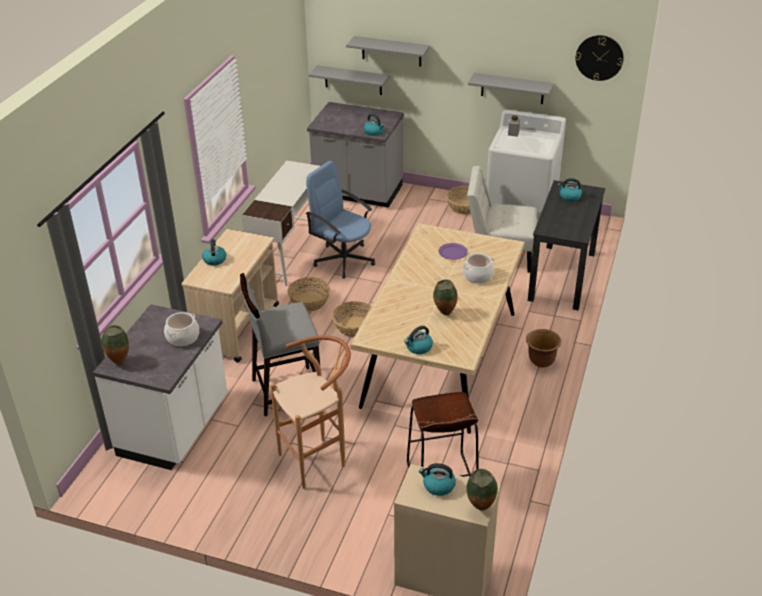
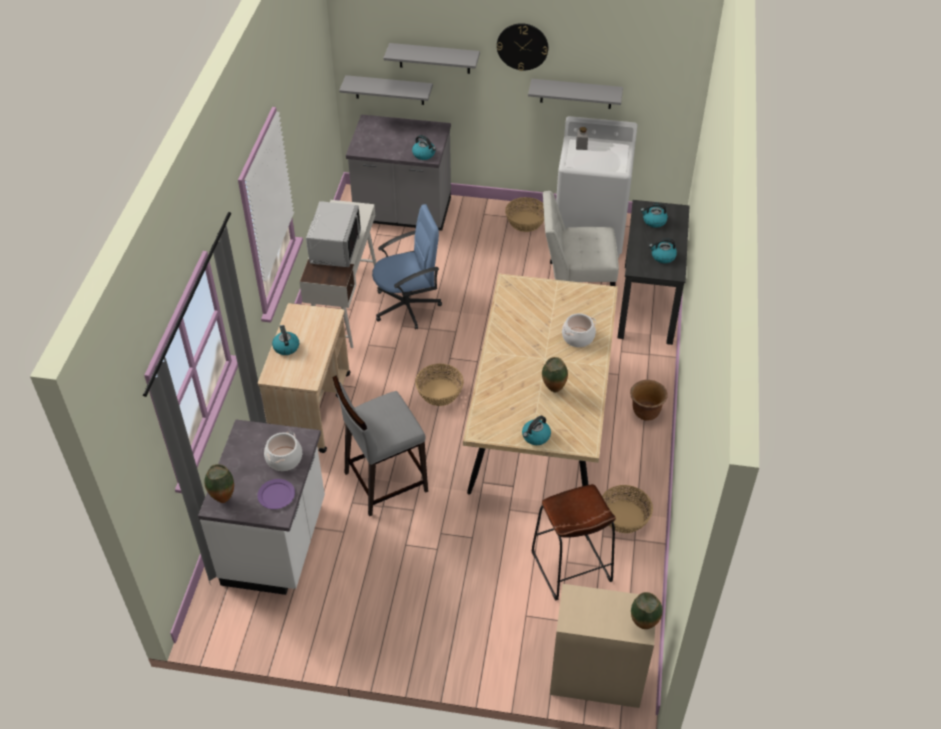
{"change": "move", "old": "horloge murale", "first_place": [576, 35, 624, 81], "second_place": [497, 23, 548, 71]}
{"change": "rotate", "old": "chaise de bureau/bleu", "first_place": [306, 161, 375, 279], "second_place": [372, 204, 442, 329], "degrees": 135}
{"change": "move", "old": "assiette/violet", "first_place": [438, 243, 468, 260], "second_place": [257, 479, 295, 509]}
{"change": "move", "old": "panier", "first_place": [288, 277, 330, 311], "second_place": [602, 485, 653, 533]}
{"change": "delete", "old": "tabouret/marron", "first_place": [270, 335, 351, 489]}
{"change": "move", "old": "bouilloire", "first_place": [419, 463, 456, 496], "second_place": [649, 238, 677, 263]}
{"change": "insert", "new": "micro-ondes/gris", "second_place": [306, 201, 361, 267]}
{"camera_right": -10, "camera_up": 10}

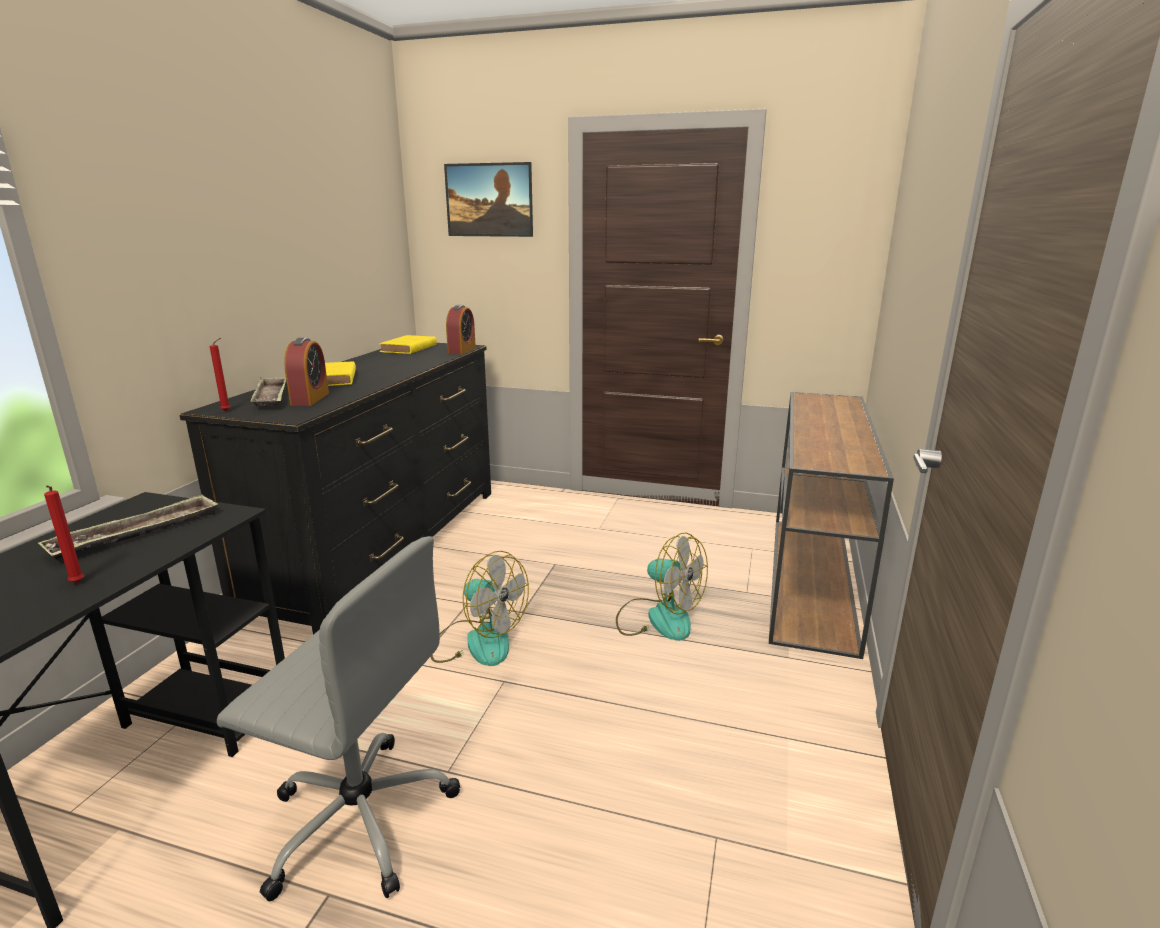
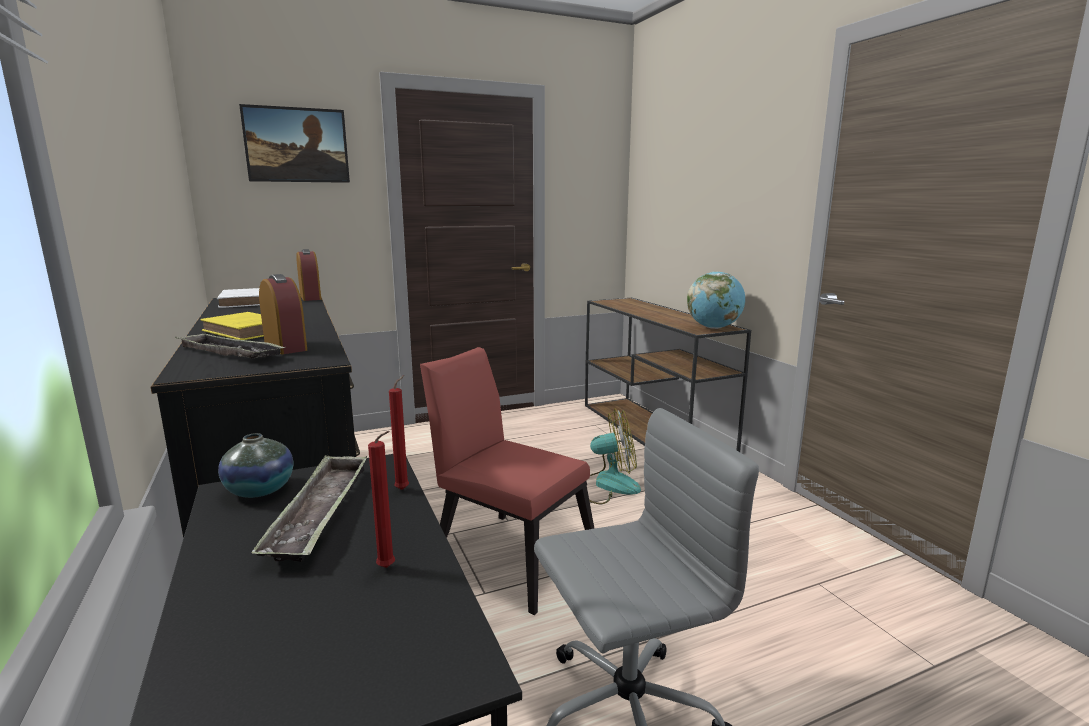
{"change": "recolor", "old": "livre/jaune", "new": "livre/blanc", "first_place": [379, 335, 437, 354], "second_place": [217, 288, 260, 308]}
{"change": "move", "old": "bougie/rouge", "first_place": [210, 338, 230, 411], "second_place": [389, 375, 409, 490]}
{"change": "replace", "old": "ventilateur", "new": "chaise/rouge", "first_place": [431, 551, 529, 666], "second_place": [420, 347, 595, 615]}
{"change": "insert", "new": "globe", "second_place": [687, 271, 745, 329]}
{"change": "insert", "new": "vase", "second_place": [218, 433, 293, 498]}
{"camera_right": -40, "camera_up": -5}

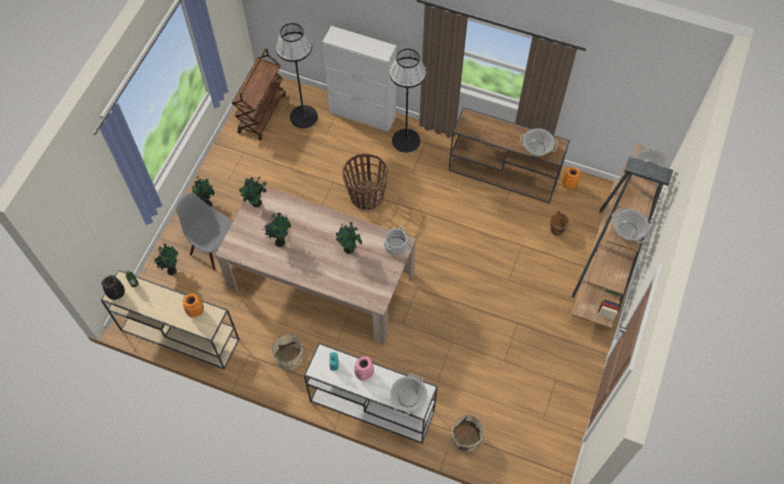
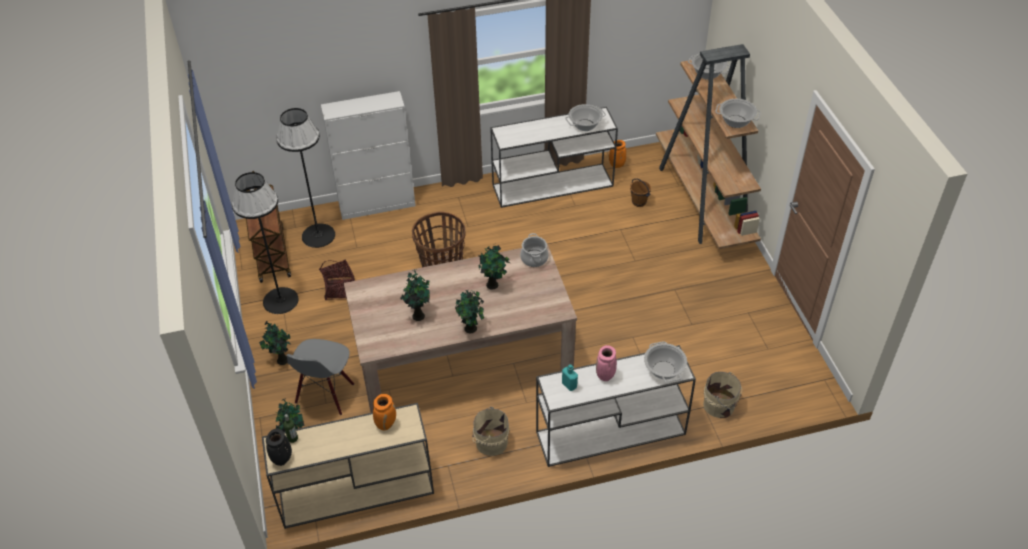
{"change": "move", "old": "lampadaire/noir", "first_place": [389, 49, 426, 153], "second_place": [232, 172, 299, 314]}
{"change": "recolor", "old": "table console/marron", "new": "table console/blanc", "first_place": [449, 107, 570, 204], "second_place": [490, 107, 618, 208]}
{"change": "move", "old": "plante en pot", "first_place": [239, 176, 267, 207], "second_place": [455, 290, 484, 333]}
{"change": "rotate", "old": "chaise/gris", "first_place": [176, 193, 232, 271], "second_place": [286, 339, 354, 415], "degrees": -75}
{"change": "insert", "new": "panier", "second_place": [319, 260, 355, 300]}
{"camera_right": -35, "camera_up": -15}

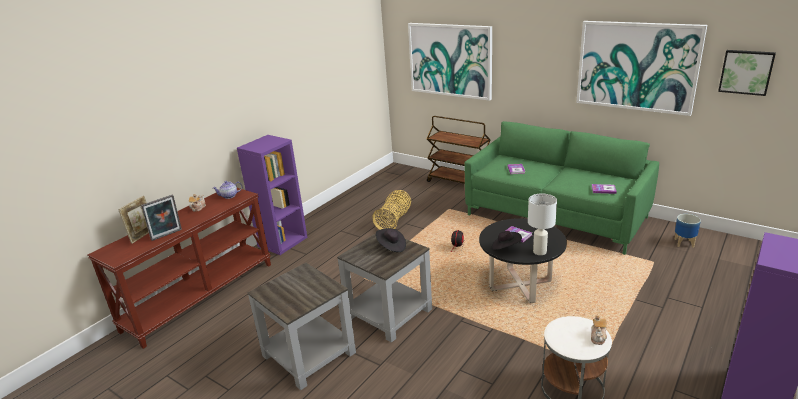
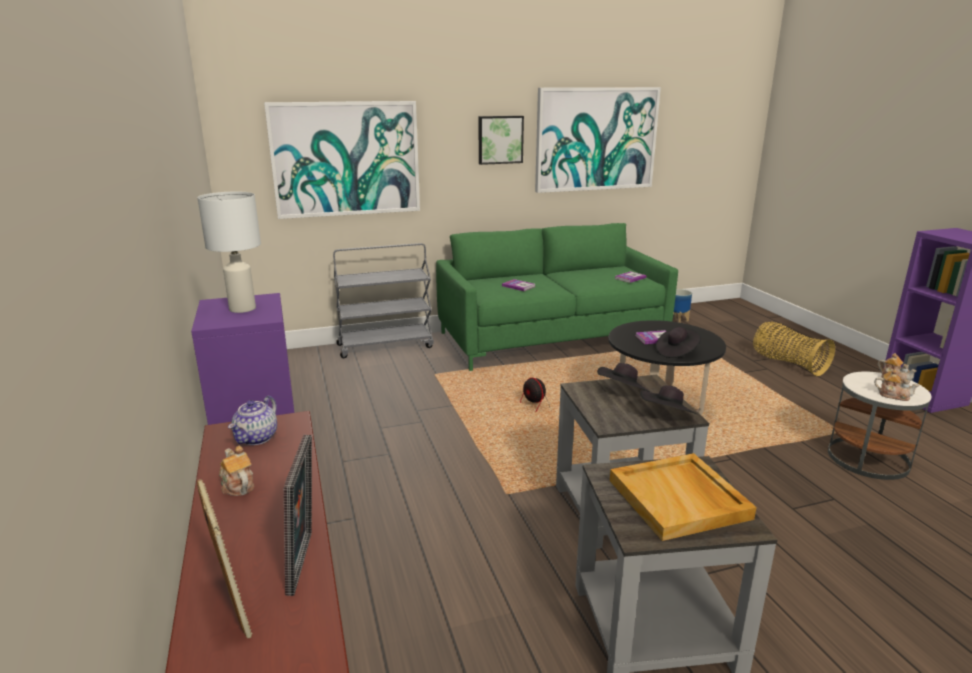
{"change": "move", "old": "tableau", "first_place": [718, 50, 776, 96], "second_place": [479, 116, 524, 165]}
{"change": "recolor", "old": "chariot/marron", "new": "chariot/gris", "first_place": [427, 116, 491, 184], "second_place": [333, 243, 434, 358]}
{"change": "move", "old": "panier", "first_place": [372, 190, 411, 230], "second_place": [753, 322, 835, 376]}
{"change": "move", "old": "lampe de table/blanc", "first_place": [528, 194, 557, 255], "second_place": [198, 191, 261, 313]}
{"change": "insert", "new": "théière", "second_place": [874, 369, 919, 401]}
{"change": "insert", "new": "chapeau/noir", "second_place": [640, 386, 697, 414]}
{"change": "insert", "new": "plateau/beige", "second_place": [610, 453, 757, 541]}
{"camera_right": -55, "camera_up": -5}

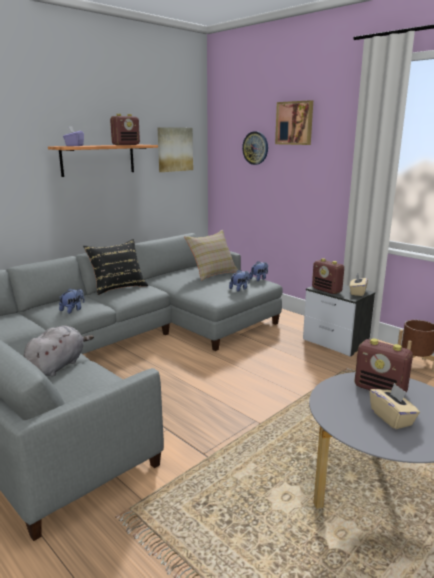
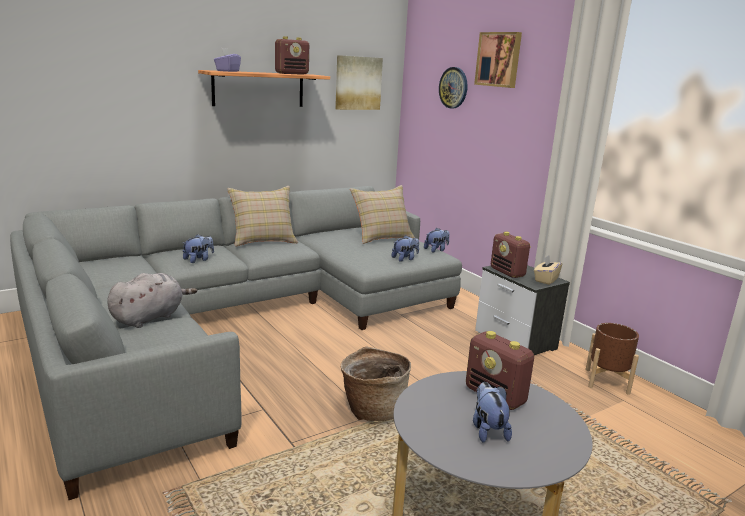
{"change": "recolor", "old": "coussin/noir", "new": "coussin/beige", "first_place": [83, 239, 148, 295], "second_place": [227, 186, 298, 247]}
{"change": "replace", "old": "boîte à mouchoirs/beige", "new": "peluche", "first_place": [370, 383, 420, 429], "second_place": [473, 382, 512, 443]}
{"change": "insert", "new": "panier", "second_place": [341, 346, 411, 421]}
{"camera_right": 10, "camera_up": 0}

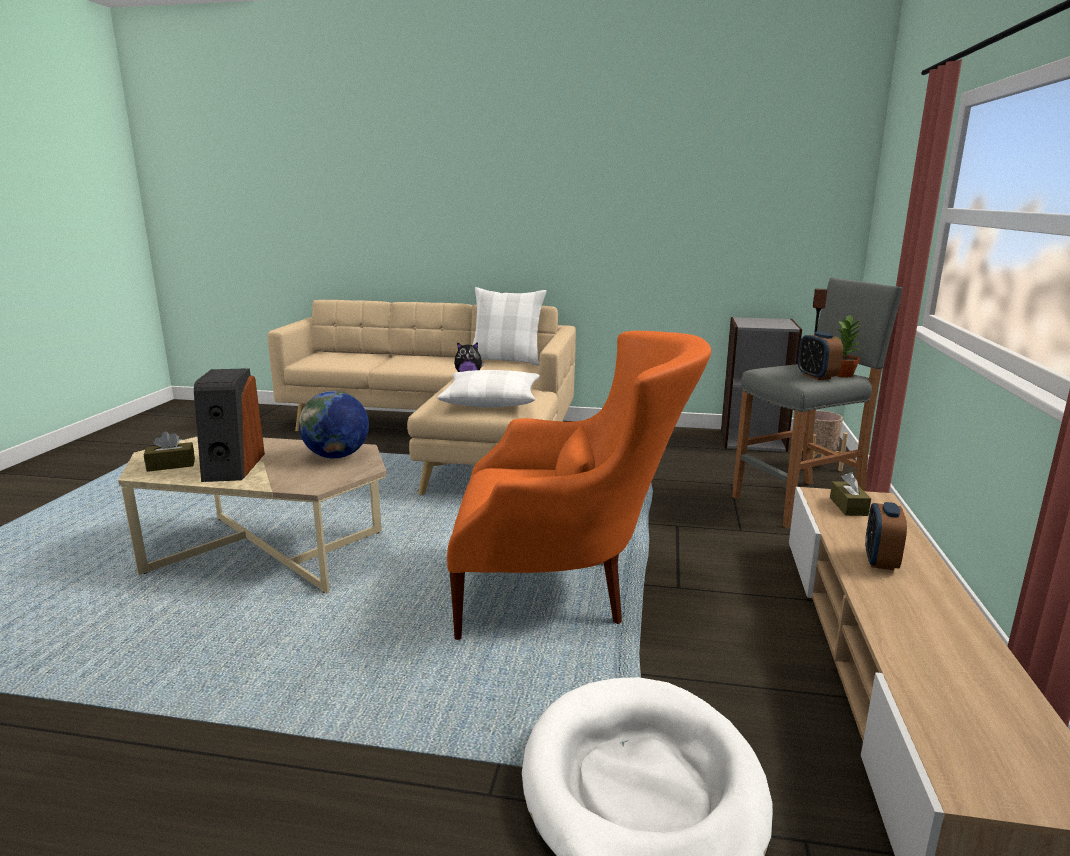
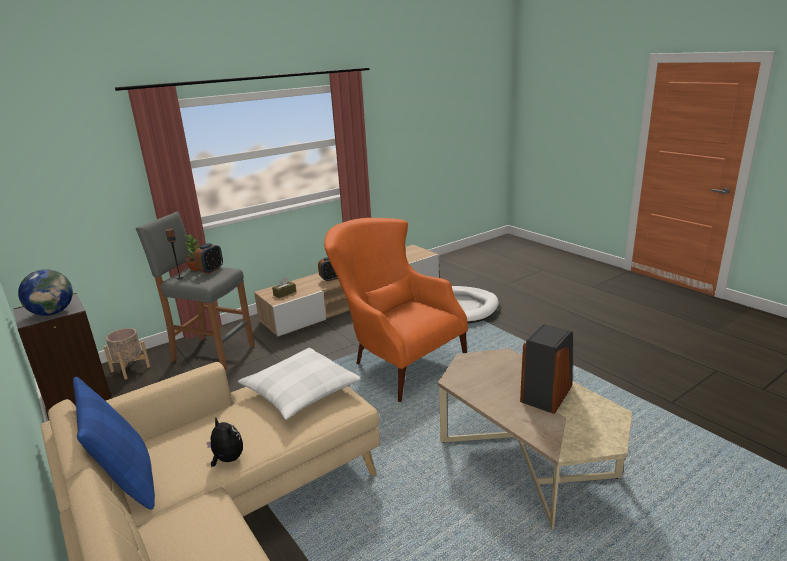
{"change": "recolor", "old": "coussin/blanc", "new": "coussin/bleu", "first_place": [472, 287, 547, 366], "second_place": [73, 377, 155, 510]}
{"change": "move", "old": "globe", "first_place": [299, 391, 369, 459], "second_place": [18, 269, 73, 316]}
{"change": "delete", "old": "boîte à mouchoirs/marron", "first_place": [144, 431, 195, 472]}
{"camera_right": -135, "camera_up": 5}

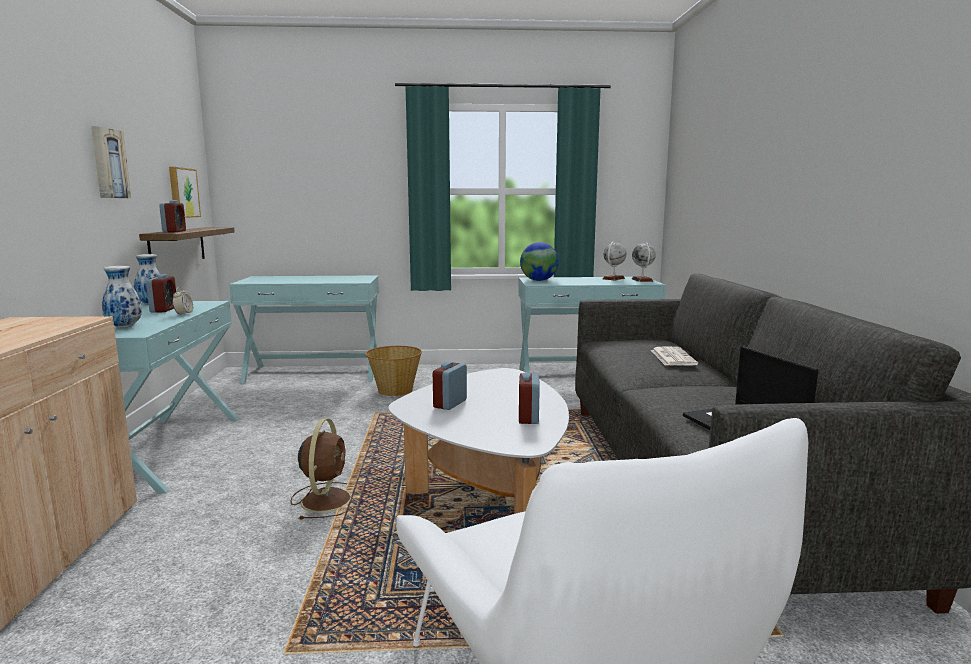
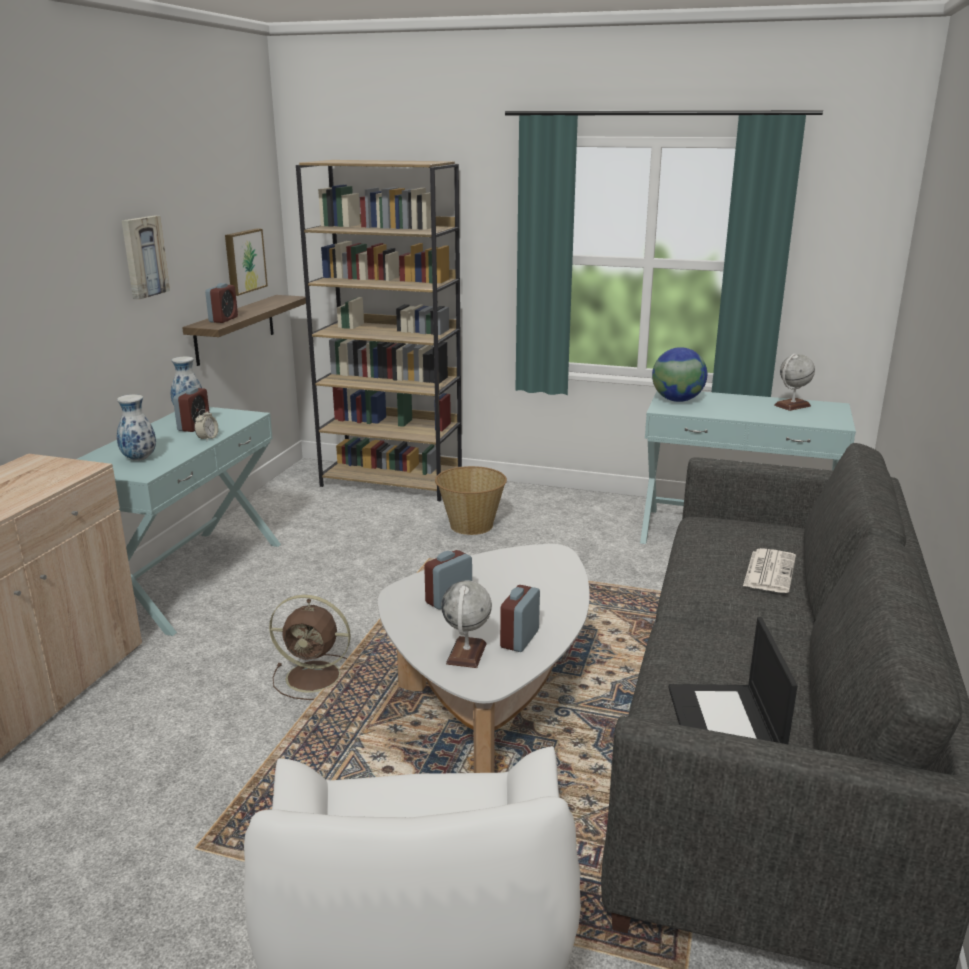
{"change": "move", "old": "globe", "first_place": [632, 242, 656, 282], "second_place": [441, 581, 492, 668]}
{"change": "replace", "old": "table console/turquoise", "new": "bibliothèque/marron", "first_place": [229, 276, 379, 383], "second_place": [296, 160, 462, 501]}
{"change": "rotate", "old": "ventilateur/marron", "first_place": [290, 419, 356, 519], "second_place": [269, 595, 356, 700], "degrees": 75}
{"camera_right": 20, "camera_up": 10}

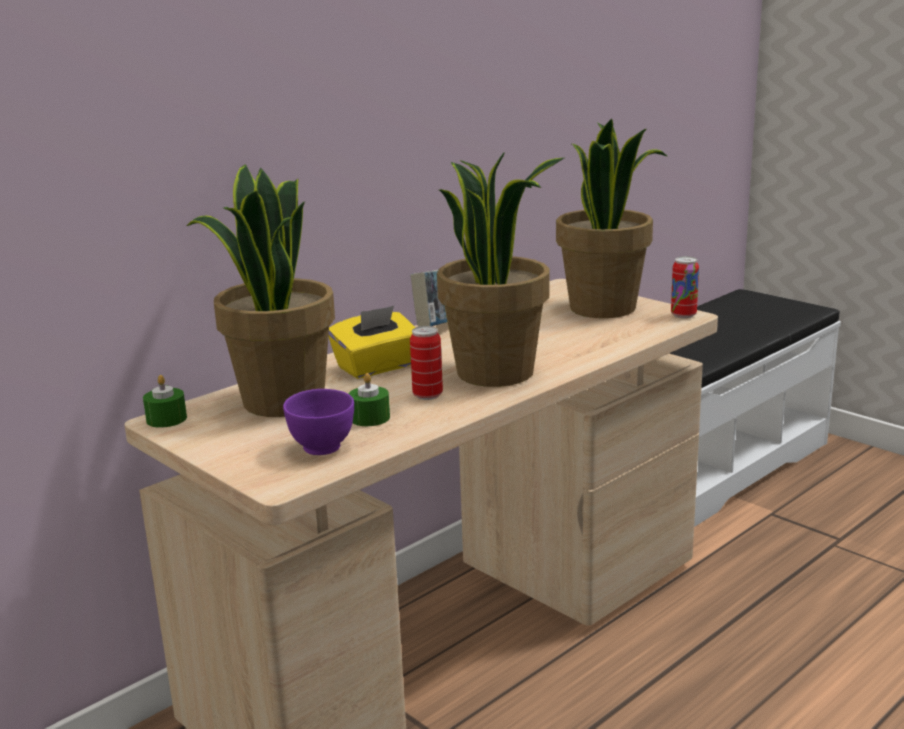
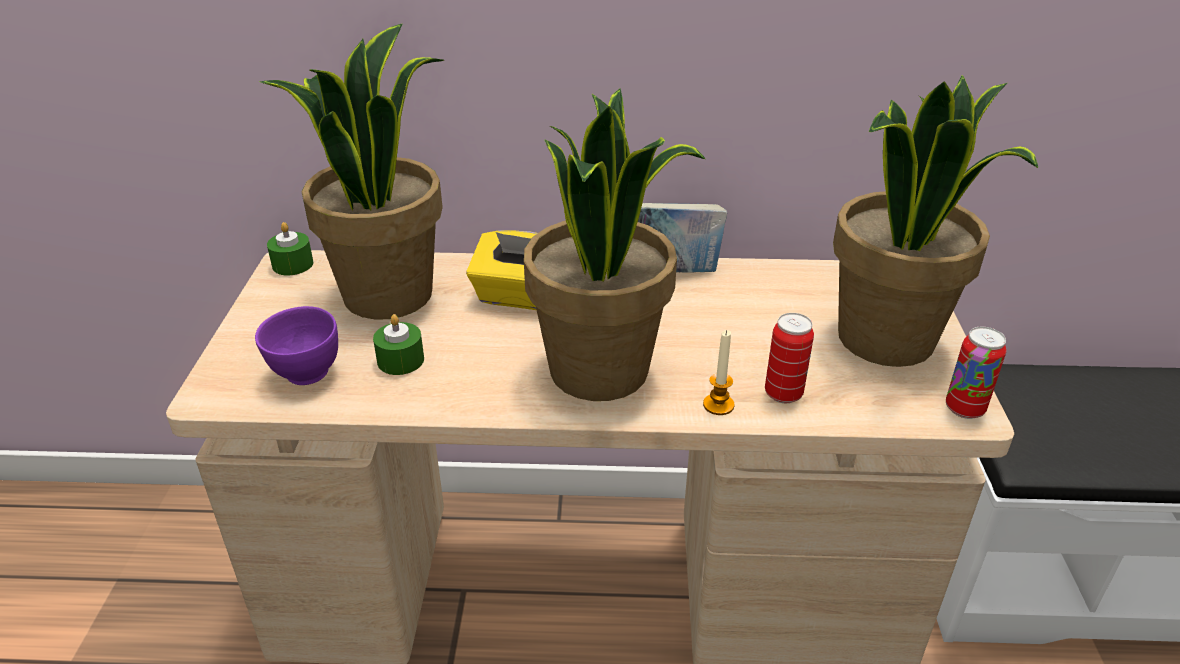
{"change": "move", "old": "boîte métallique", "first_place": [410, 326, 443, 400], "second_place": [765, 313, 814, 403]}
{"change": "insert", "new": "bougie", "second_place": [703, 330, 735, 415]}
{"camera_right": 45, "camera_up": 15}

